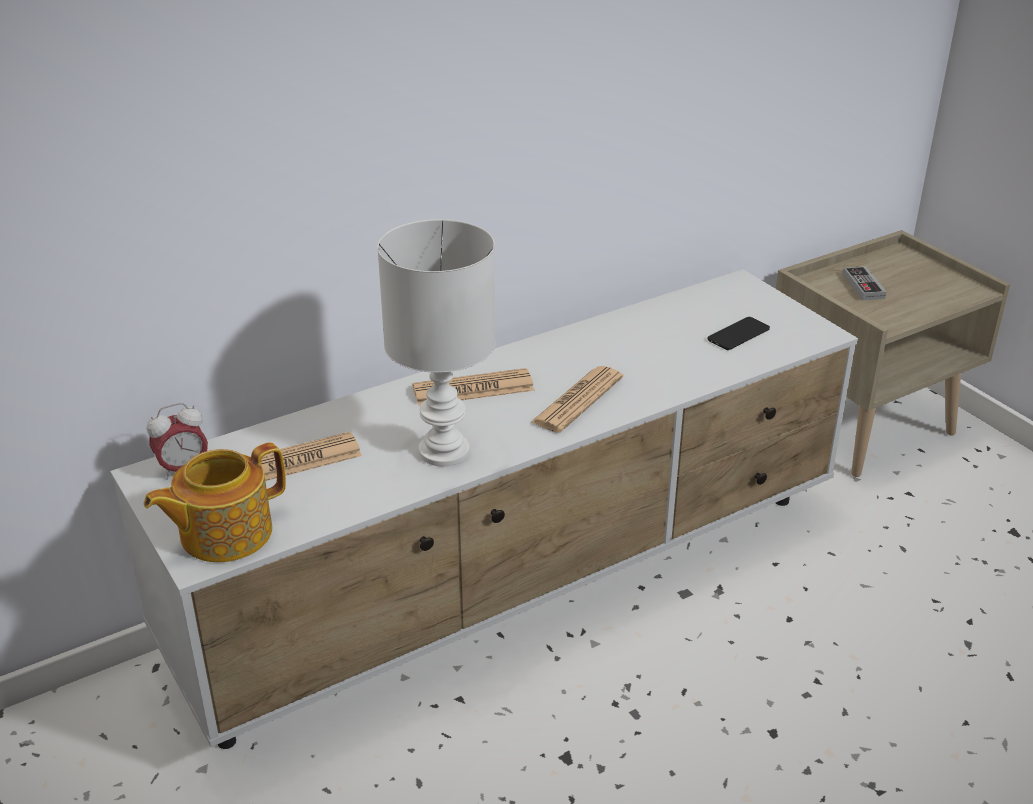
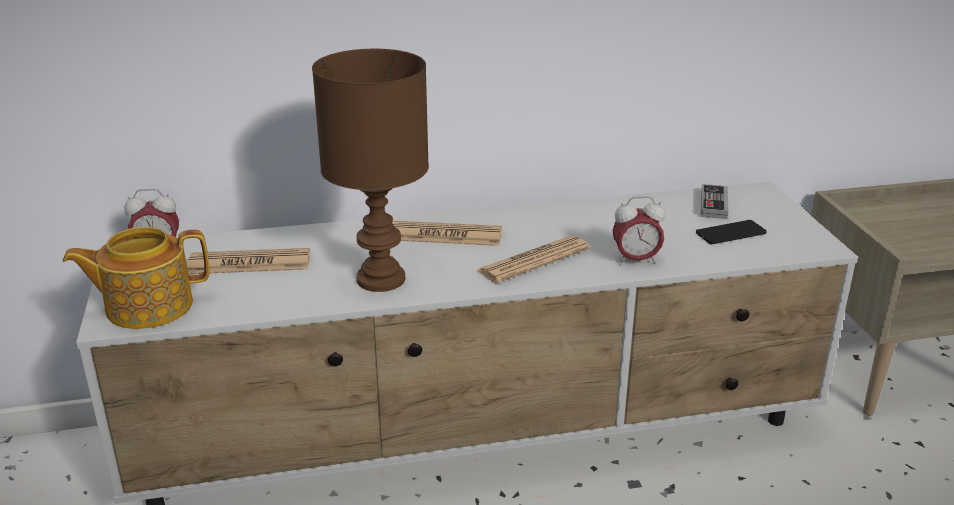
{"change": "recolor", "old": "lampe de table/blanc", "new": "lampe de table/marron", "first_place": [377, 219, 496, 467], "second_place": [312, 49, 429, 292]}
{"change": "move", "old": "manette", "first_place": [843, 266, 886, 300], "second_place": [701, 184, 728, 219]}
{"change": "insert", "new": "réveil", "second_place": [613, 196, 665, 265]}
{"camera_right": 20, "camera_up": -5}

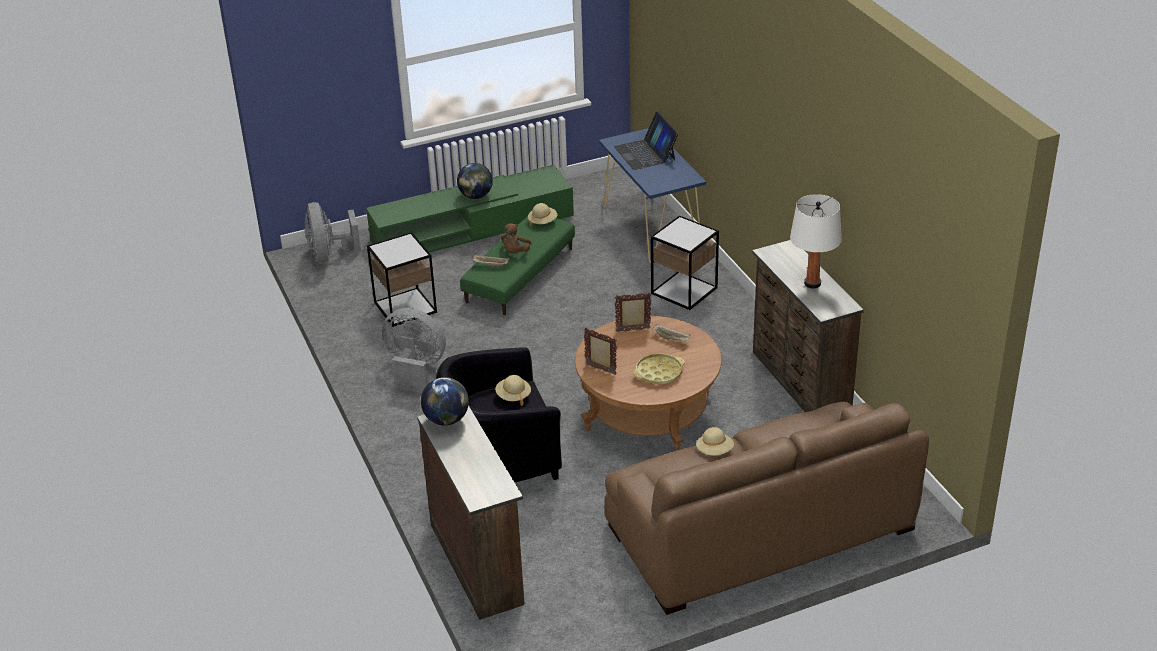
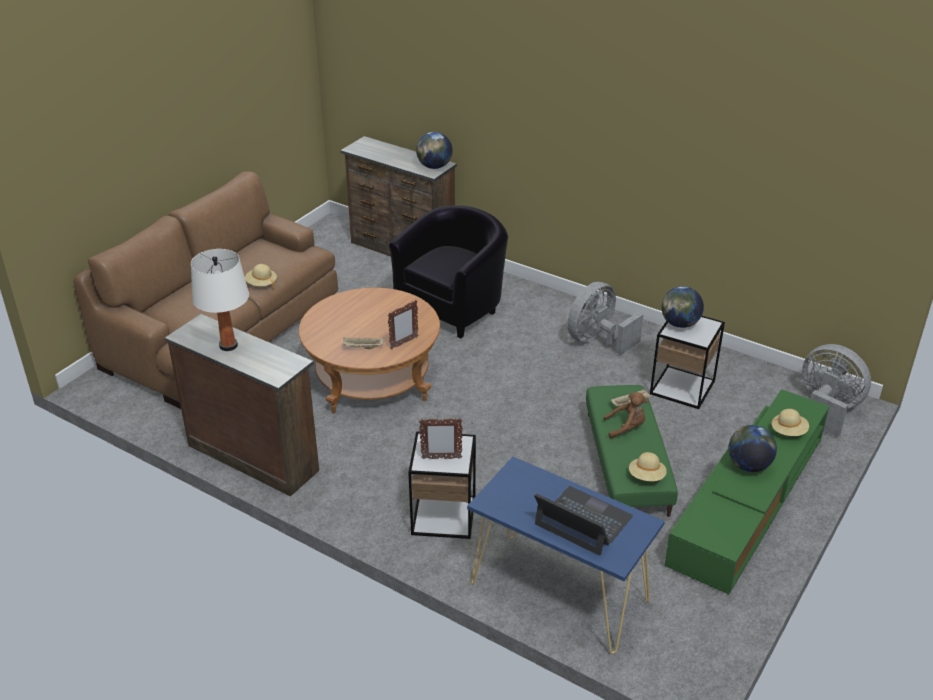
{"change": "rotate", "old": "peluche/marron", "first_place": [501, 223, 532, 253], "second_place": [604, 392, 648, 439], "degrees": 105}
{"change": "rotate", "old": "ventilateur/gris", "first_place": [382, 308, 446, 393], "second_place": [568, 282, 643, 355], "degrees": 150}
{"change": "move", "old": "cadre photo", "first_place": [584, 328, 617, 375], "second_place": [419, 418, 462, 459]}
{"change": "delete", "old": "plateau/jaune", "first_place": [633, 353, 684, 384]}
{"change": "move", "old": "chapeau/beige", "first_place": [495, 375, 531, 406], "second_place": [770, 409, 809, 436]}
{"change": "insert", "new": "globe", "second_place": [662, 286, 704, 328]}
{"camera_right": 145, "camera_up": 0}

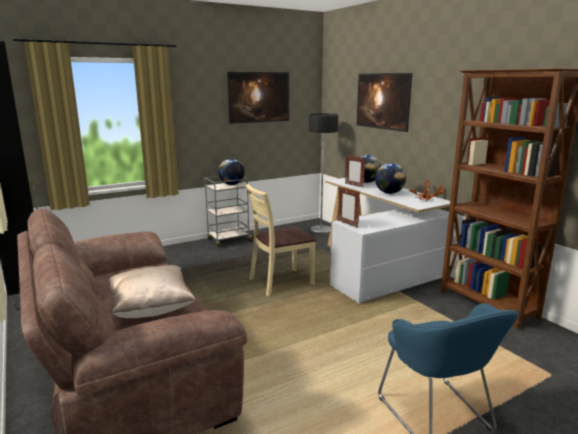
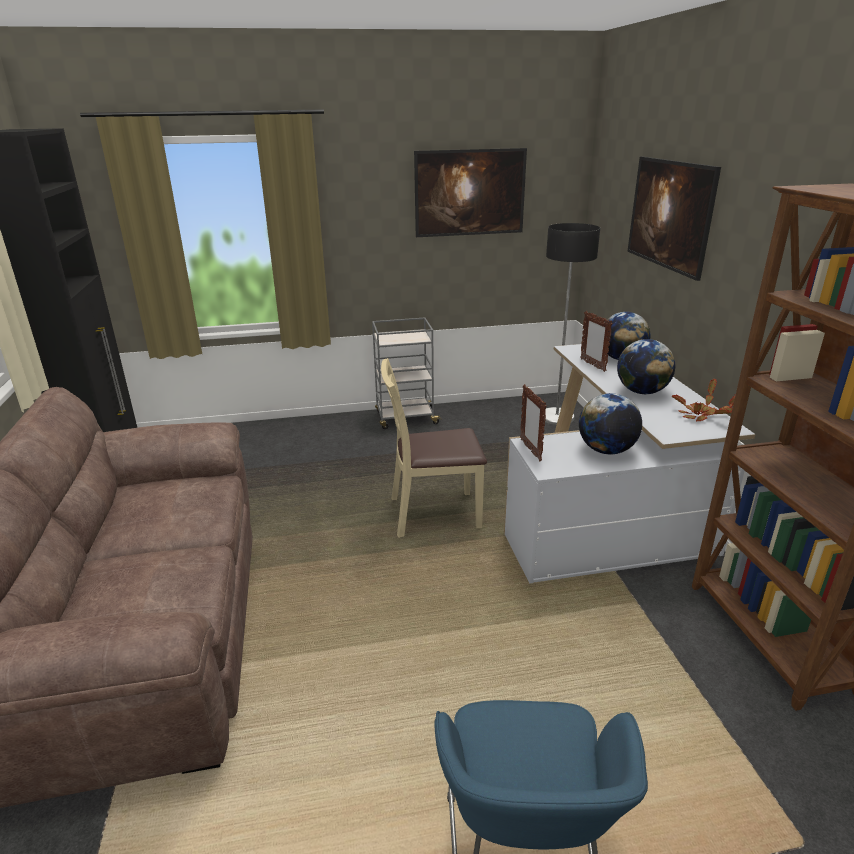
{"change": "move", "old": "globe", "first_place": [218, 159, 244, 185], "second_place": [579, 393, 642, 454]}
{"change": "delete", "old": "coussin/beige", "first_place": [109, 265, 195, 318]}
{"camera_right": 20, "camera_up": 10}

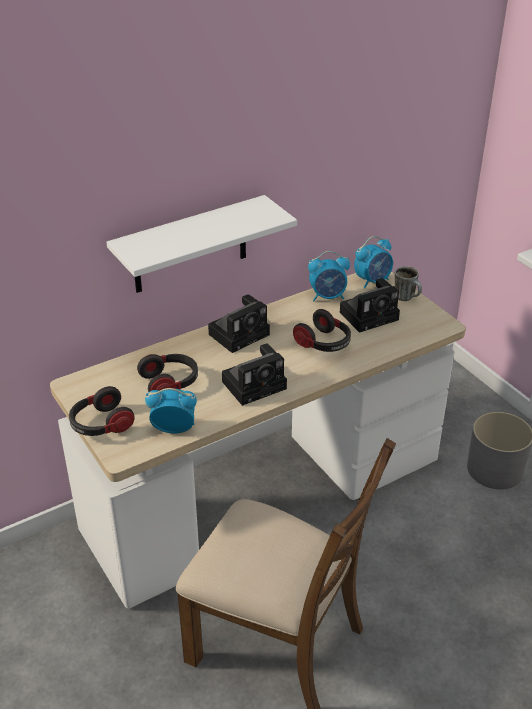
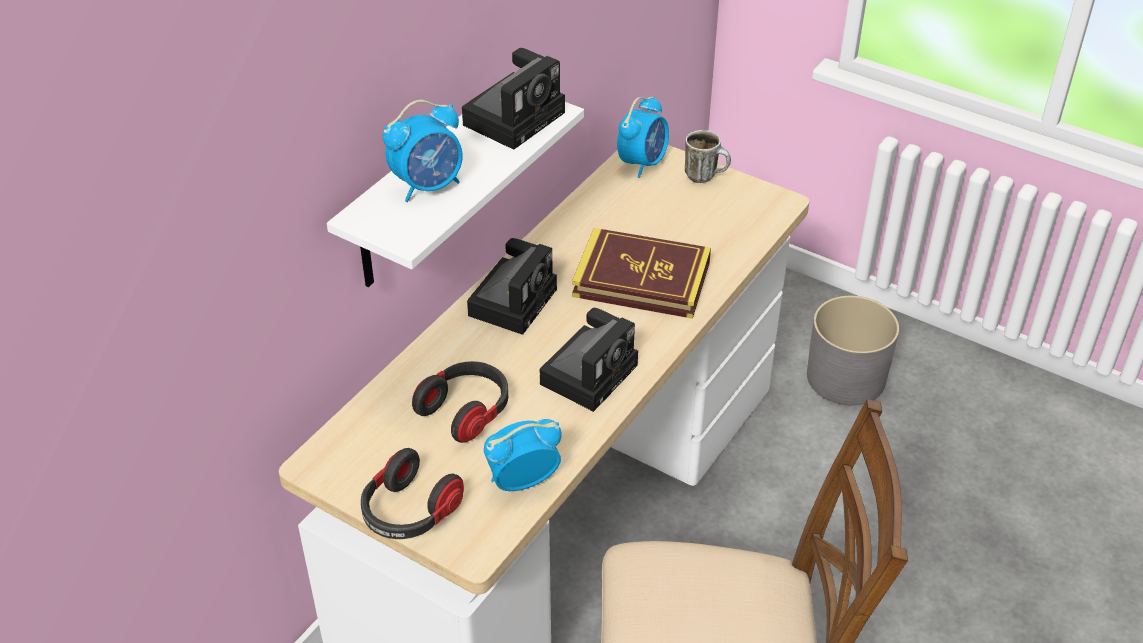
{"change": "move", "old": "réveil", "first_place": [308, 251, 350, 302], "second_place": [383, 100, 463, 202]}
{"change": "move", "old": "appareil photo", "first_place": [340, 278, 400, 333], "second_place": [462, 48, 565, 150]}
{"change": "replace", "old": "casque audio", "new": "livre", "first_place": [293, 309, 351, 352], "second_place": [572, 228, 711, 319]}
{"camera_right": -25, "camera_up": 5}

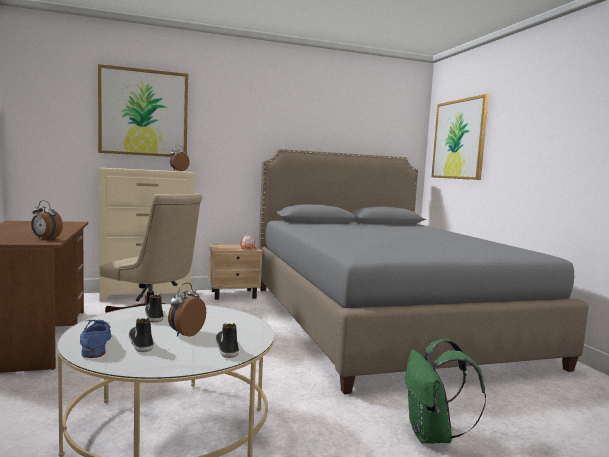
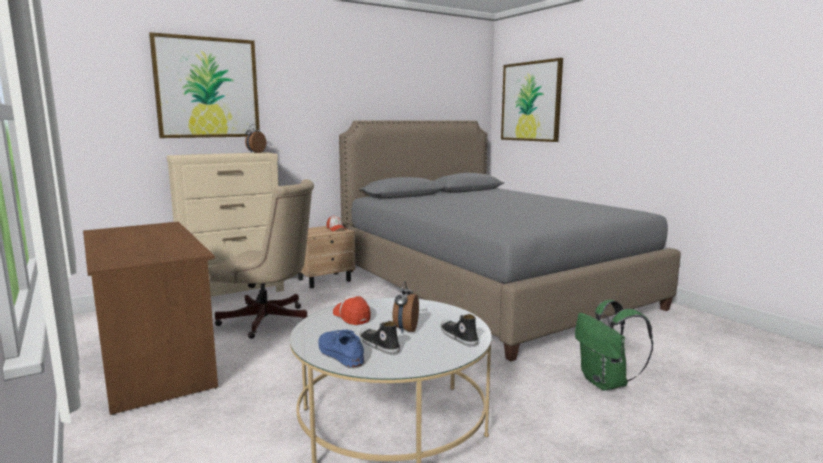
{"change": "delete", "old": "réveil", "first_place": [31, 200, 63, 240]}
{"change": "replace", "old": "chaussure", "new": "casquette", "first_place": [145, 294, 164, 323], "second_place": [333, 295, 371, 325]}
{"camera_right": -15, "camera_up": 5}

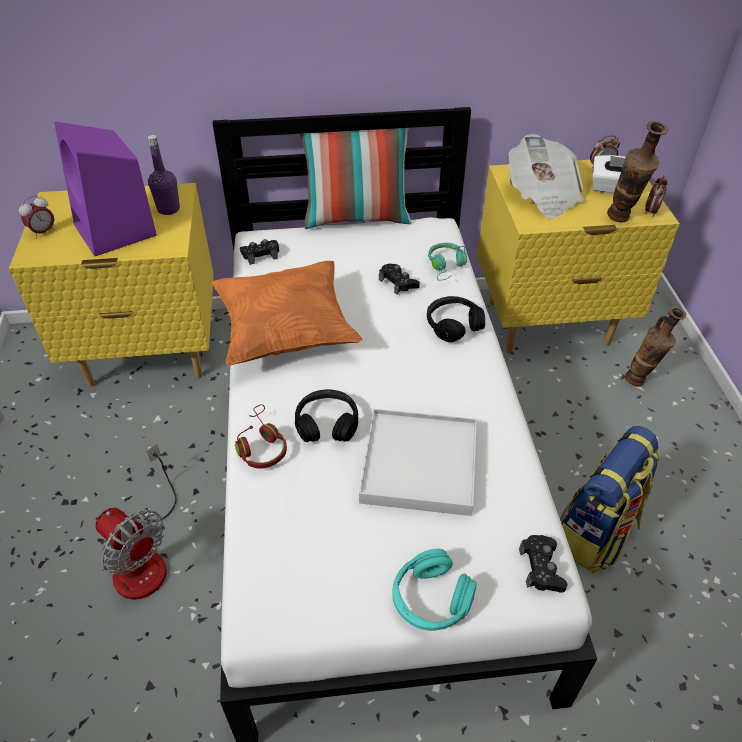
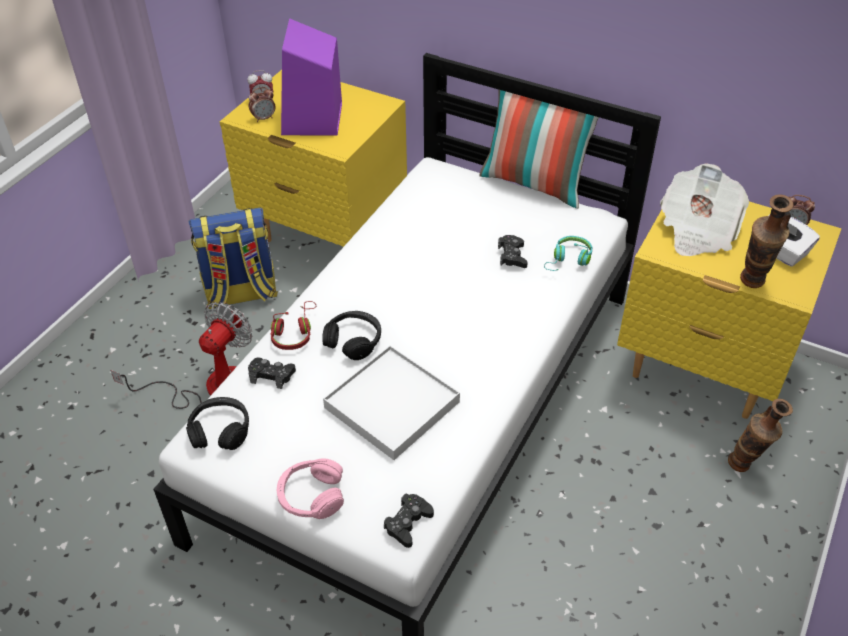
{"change": "delete", "old": "bouteille/violet", "first_place": [148, 135, 180, 215]}
{"change": "move", "old": "réveil", "first_place": [645, 175, 668, 217], "second_place": [249, 87, 275, 122]}
{"change": "move", "old": "manette/noir", "first_place": [240, 239, 279, 265], "second_place": [248, 357, 296, 389]}
{"change": "delete", "old": "coussin/orange", "first_place": [212, 261, 363, 366]}
{"change": "move", "old": "casque audio/noir", "first_place": [427, 296, 485, 342], "second_place": [186, 397, 249, 450]}
{"change": "move", "old": "sac à dos", "first_place": [560, 426, 660, 573], "second_place": [188, 208, 278, 309]}
{"change": "rotate", "old": "ventilateur", "first_place": [96, 443, 177, 600], "second_place": [110, 302, 253, 409], "degrees": -135}
{"change": "recolor", "old": "casque audio/turquoise", "new": "casque audio/rose", "first_place": [392, 549, 477, 631], "second_place": [276, 458, 344, 519]}
{"camera_right": 35, "camera_up": 0}

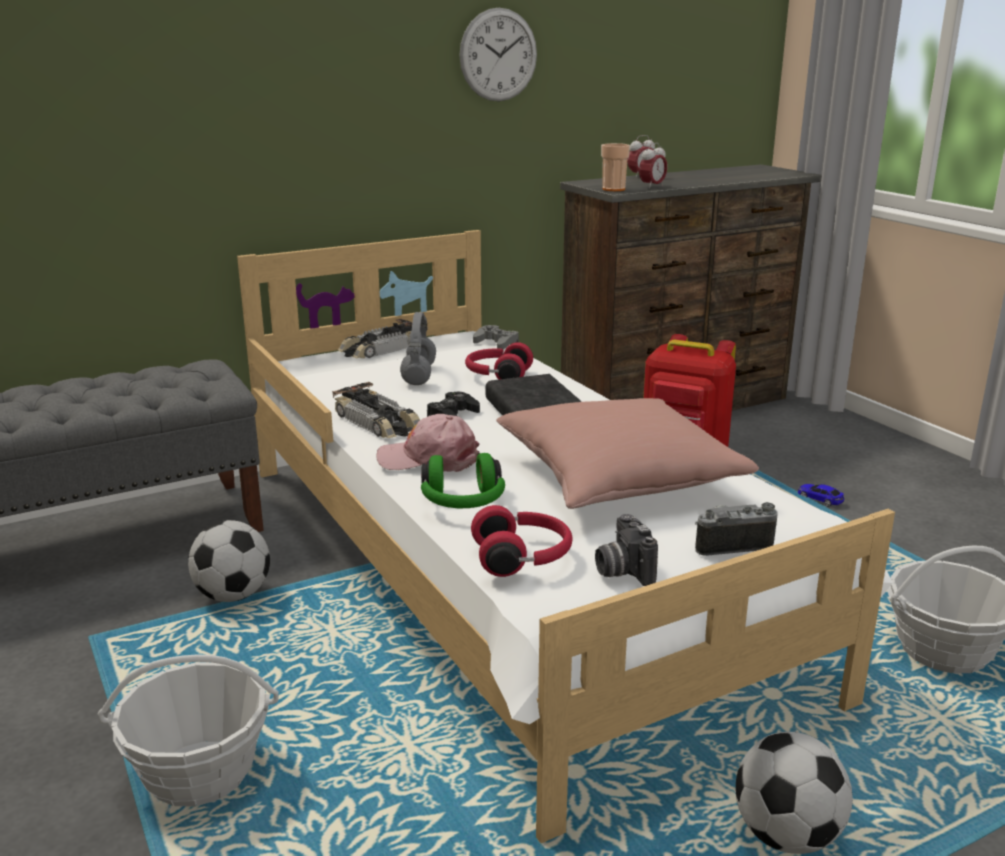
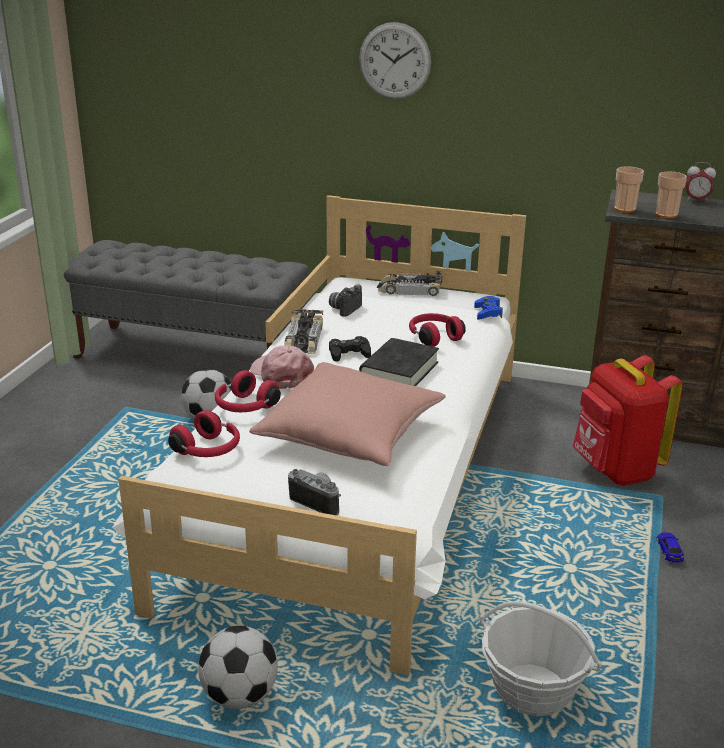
{"change": "move", "old": "horloge murale", "first_place": [459, 8, 537, 101], "second_place": [359, 22, 431, 99]}
{"change": "replace", "old": "réveil", "new": "tasse", "first_place": [639, 143, 667, 189], "second_place": [656, 172, 687, 218]}
{"change": "delete", "old": "casque audio/gris", "first_place": [400, 312, 436, 385]}
{"change": "recolor", "old": "manette/gris", "new": "manette/bleu", "first_place": [473, 325, 519, 349], "second_place": [474, 296, 503, 320]}
{"change": "recolor", "old": "casque audio/vert", "new": "casque audio/rouge", "first_place": [421, 453, 505, 509], "second_place": [215, 370, 281, 412]}
{"change": "move", "old": "appareil photo", "first_place": [595, 514, 658, 586], "second_place": [329, 284, 362, 317]}
{"change": "delete", "old": "panier", "first_place": [97, 655, 279, 806]}
{"camera_right": 45, "camera_up": 5}

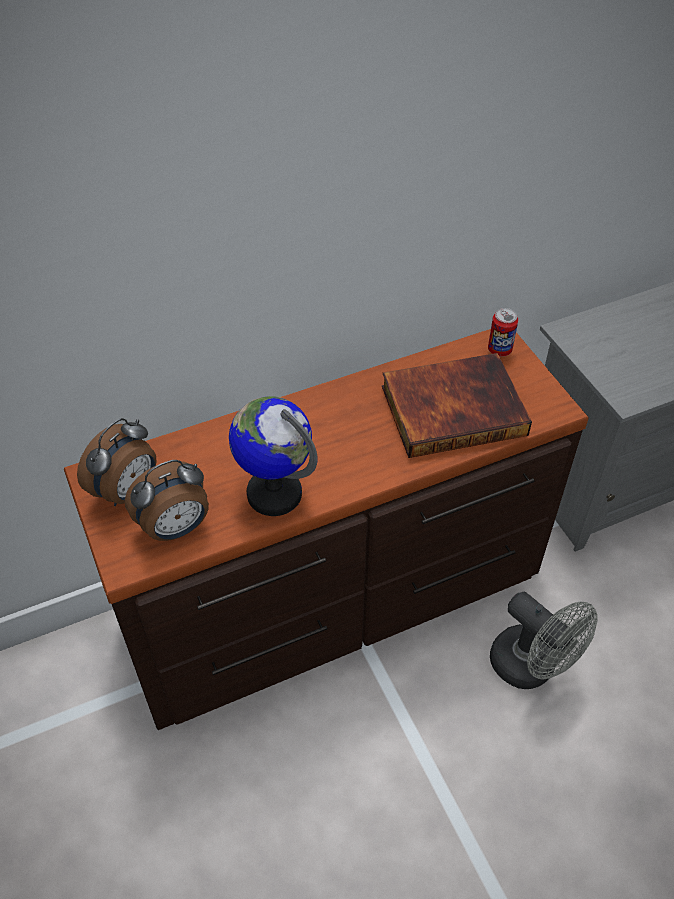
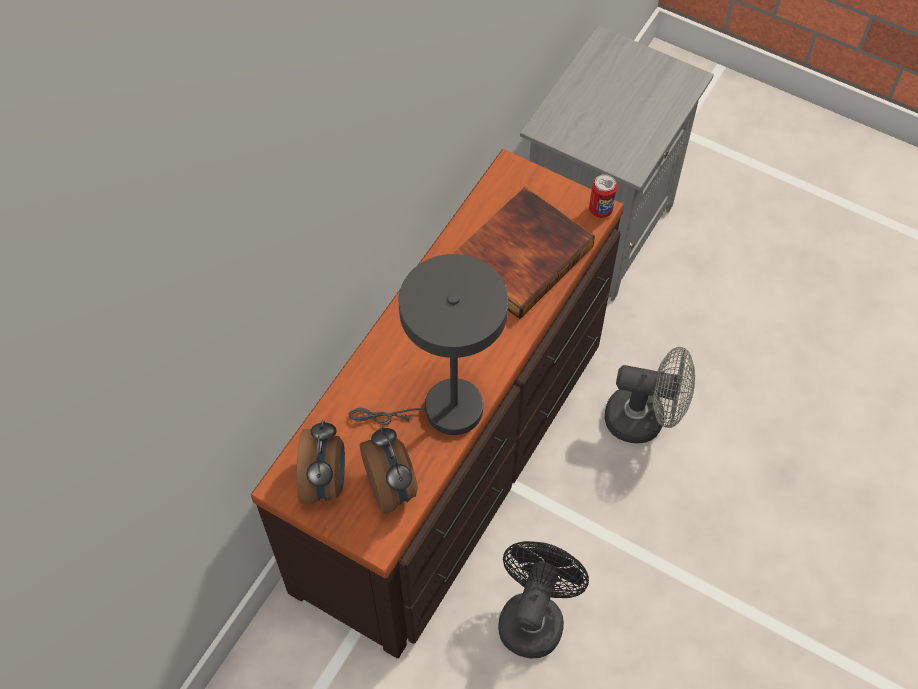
{"change": "move", "old": "boîte métallique", "first_place": [488, 308, 518, 357], "second_place": [589, 174, 617, 218]}
{"change": "replace", "old": "globe", "new": "lampe de table/gris", "first_place": [229, 396, 318, 516], "second_place": [348, 254, 508, 435]}
{"change": "rotate", "old": "réveil", "first_place": [125, 460, 209, 541], "second_place": [360, 426, 418, 514], "degrees": -45}
{"change": "insert", "new": "ventilateur/noir", "second_place": [498, 541, 589, 659]}
{"camera_right": -35, "camera_up": 10}

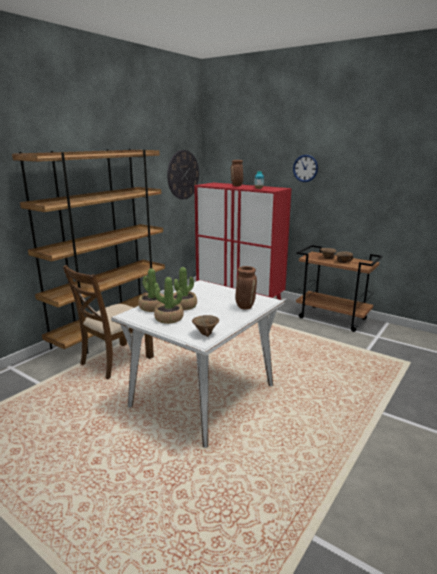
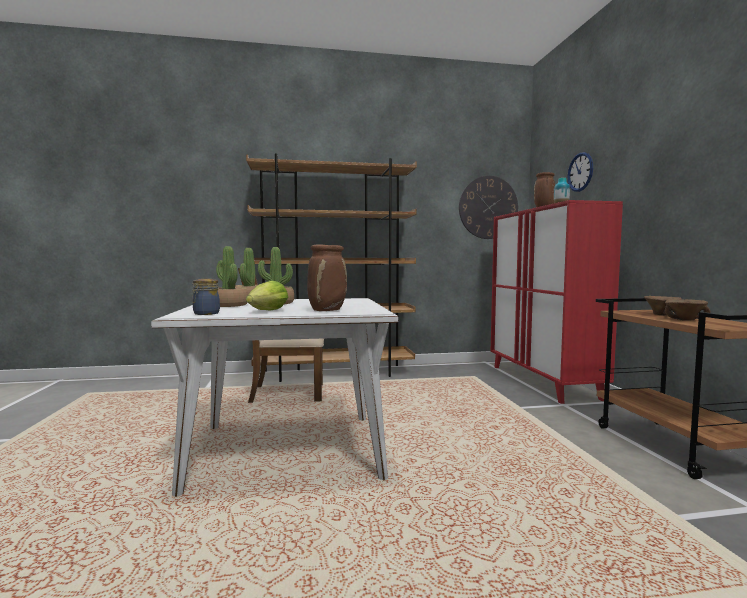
{"change": "move", "old": "horloge murale", "first_place": [293, 155, 318, 182], "second_place": [568, 152, 593, 192]}
{"change": "replace", "old": "bol/marron", "new": "bocal", "first_place": [192, 315, 219, 337], "second_place": [192, 279, 220, 315]}
{"change": "insert", "new": "laitue", "second_place": [246, 280, 288, 311]}
{"camera_right": 45, "camera_up": -15}

